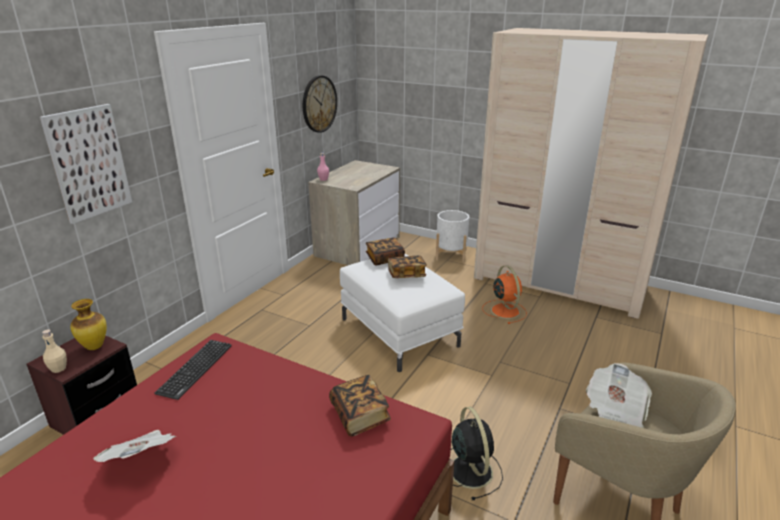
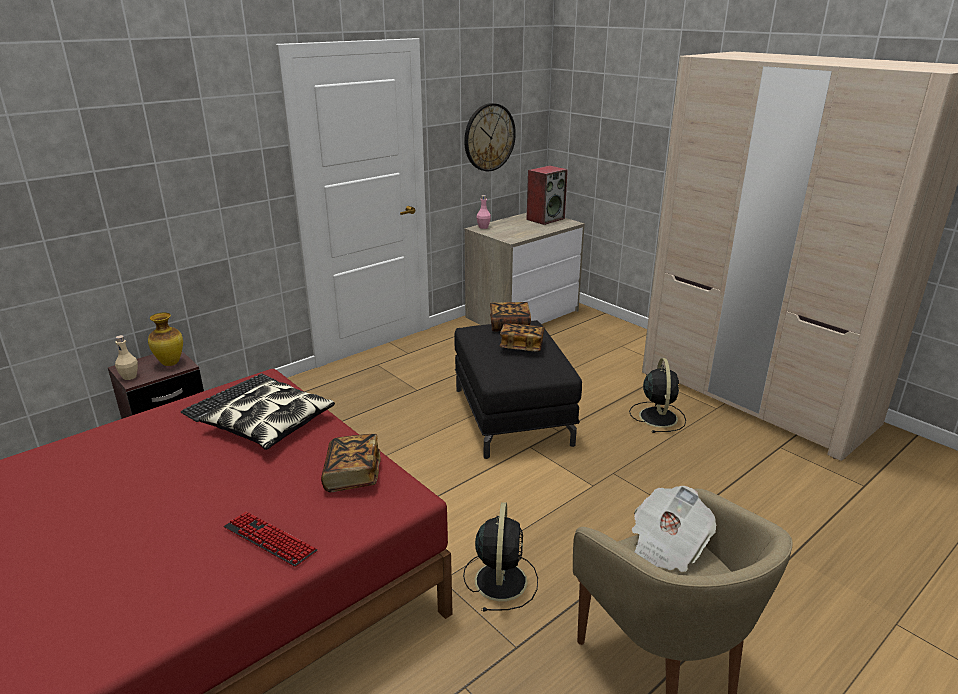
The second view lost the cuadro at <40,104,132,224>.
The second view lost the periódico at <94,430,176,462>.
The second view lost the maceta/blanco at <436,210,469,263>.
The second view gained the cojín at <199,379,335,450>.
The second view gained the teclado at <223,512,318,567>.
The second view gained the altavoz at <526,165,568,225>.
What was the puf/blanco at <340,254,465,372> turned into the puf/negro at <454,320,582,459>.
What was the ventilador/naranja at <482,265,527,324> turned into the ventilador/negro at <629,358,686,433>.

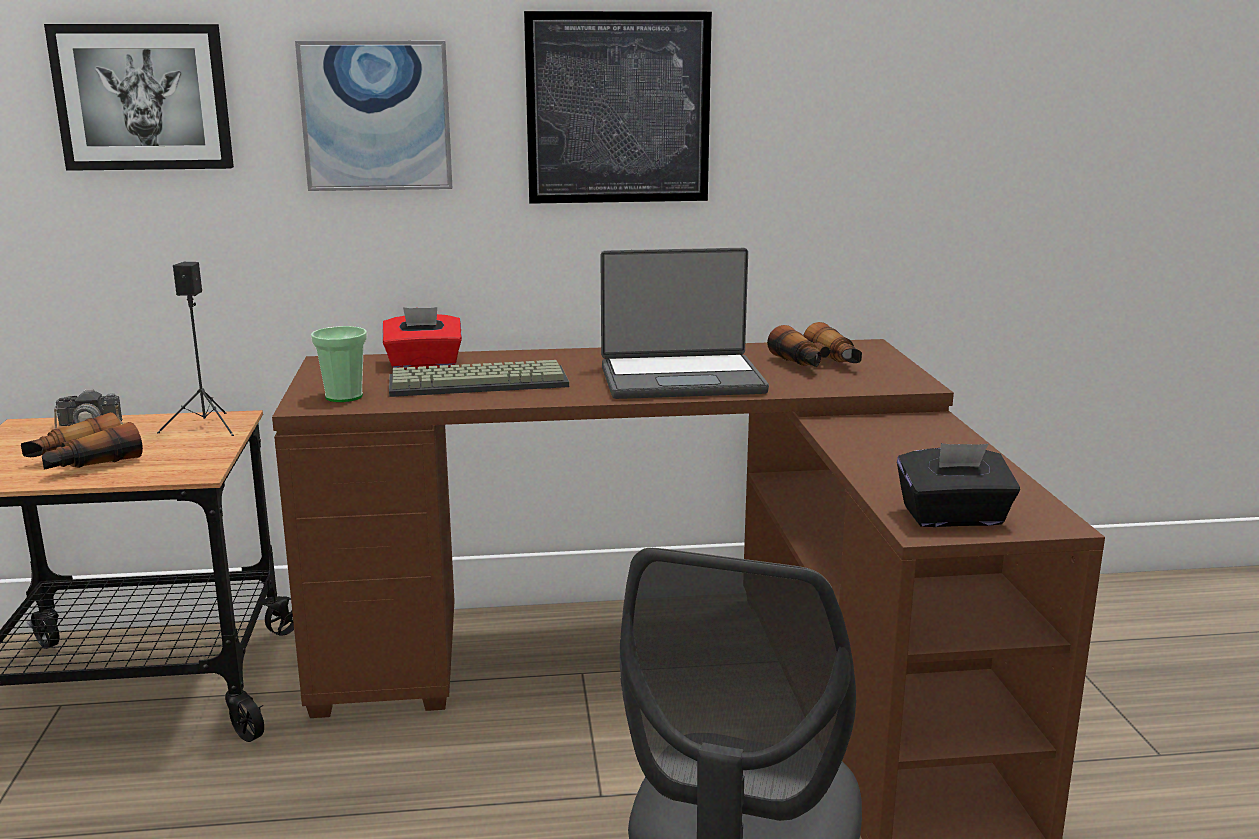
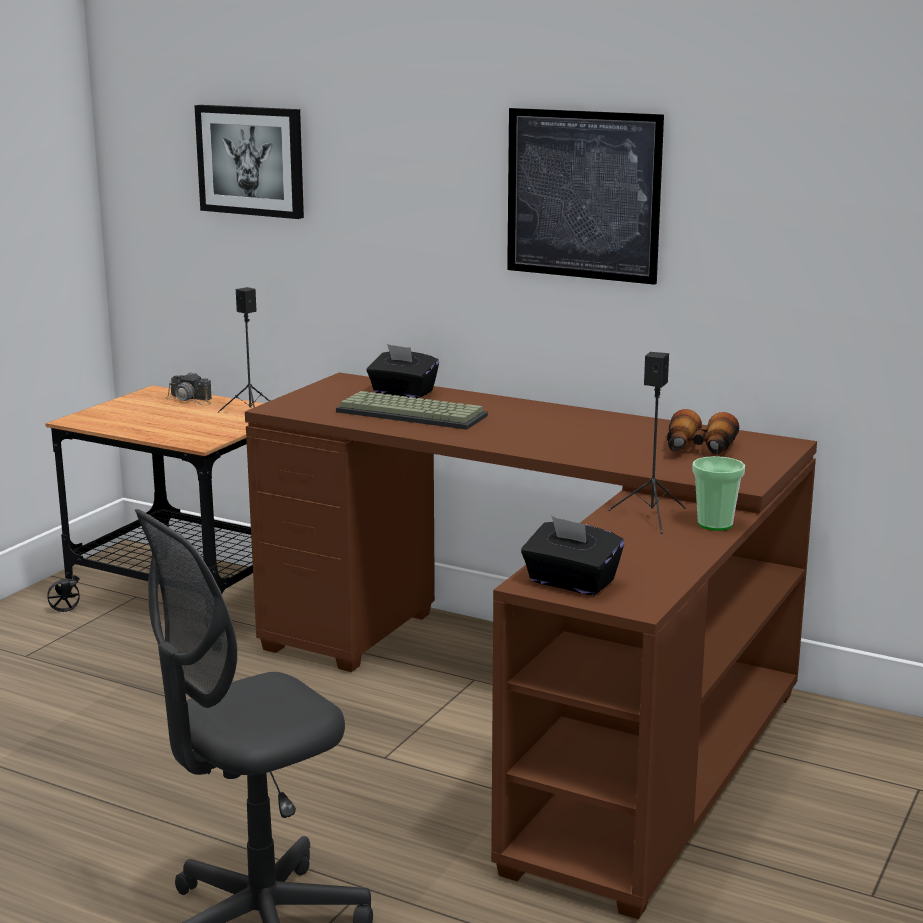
The second view lost the prismáticos at <21,412,143,469>.
The second view lost the cuadro at <295,41,452,191>.
The second view lost the portátil at <600,248,769,399>.
The second view gained the altavoz/negro at <608,352,686,534>.
The taza ended up elsewhere, having gone from <311,326,367,402> to <692,456,745,531>.
What was the caja de pañuelos/rojo at <383,307,462,369> turned into the caja de pañuelos/negro at <367,344,439,398>.

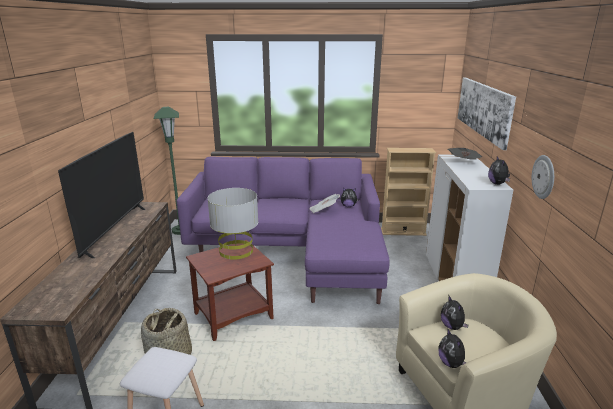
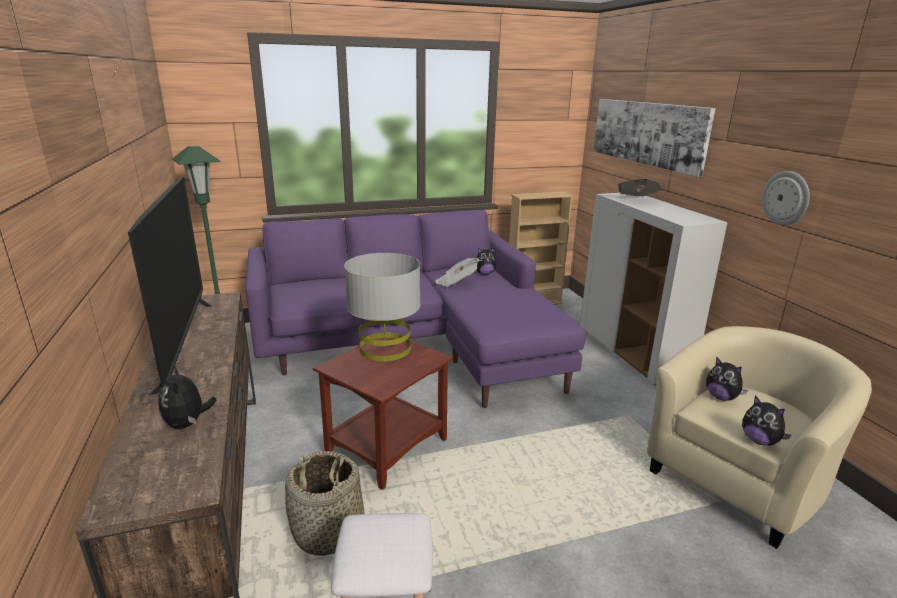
The peluche ended up elsewhere, having gone from <488,156,510,185> to <158,366,216,429>.

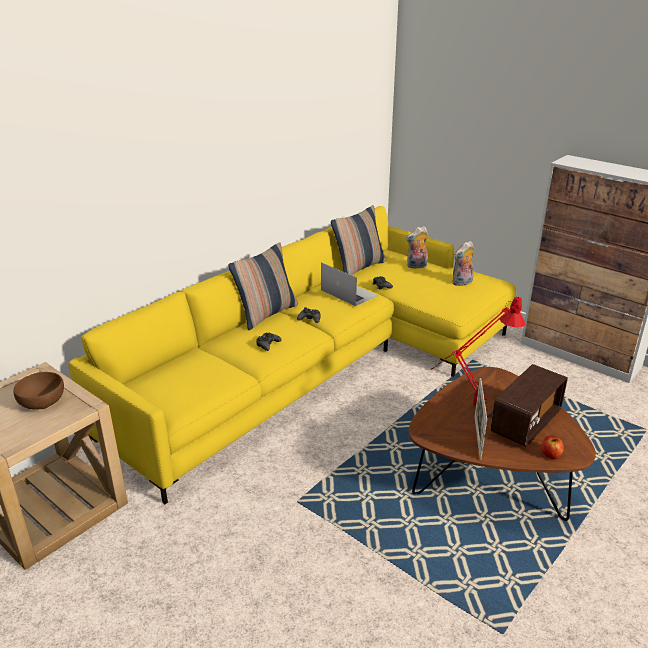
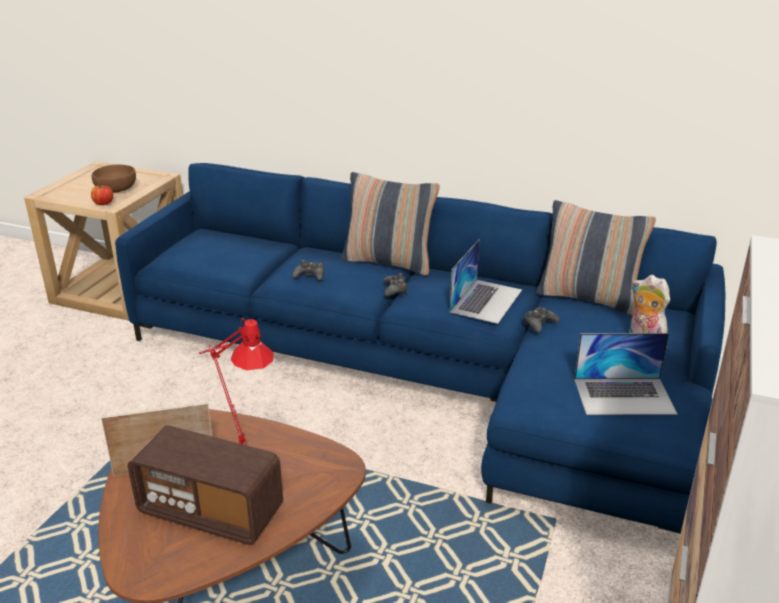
The manzana ended up elsewhere, having gone from <542,435,564,459> to <91,185,113,205>.
Where the peluche stood at <452,241,474,286>, the portátil came to stand at <574,333,677,415>.
What was the sofá/amarillo at <68,206,516,504> turned into the sofá/azul at <115,163,725,534>.

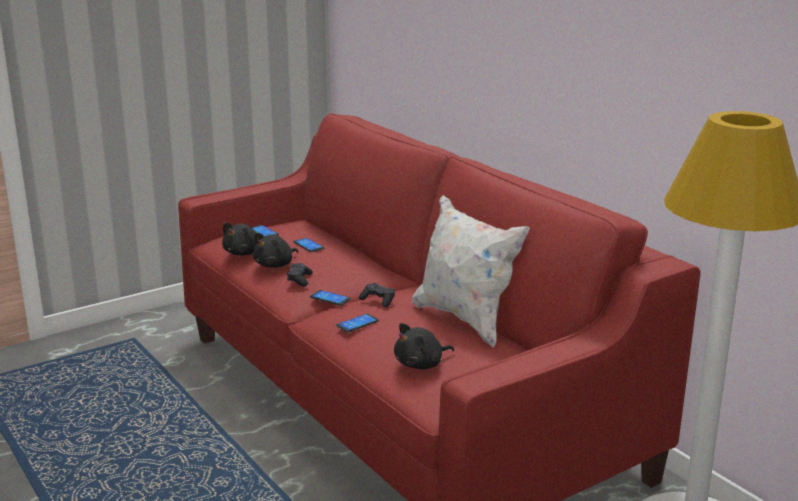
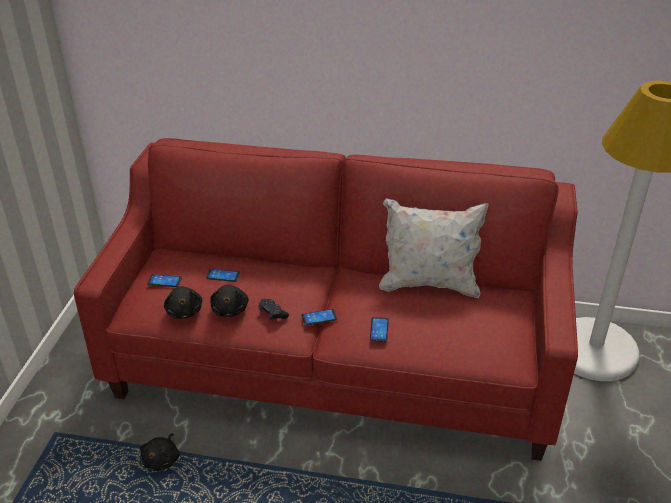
The second view lost the mando de consola/negro at <359,283,395,307>.
The peluche/negro ended up elsewhere, having gone from <394,323,454,369> to <140,433,179,471>.

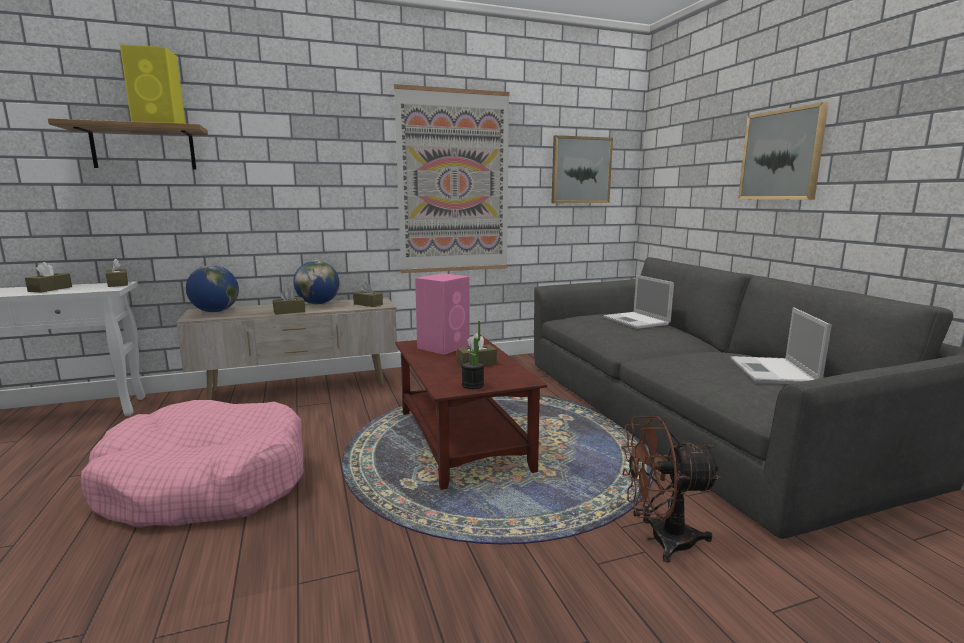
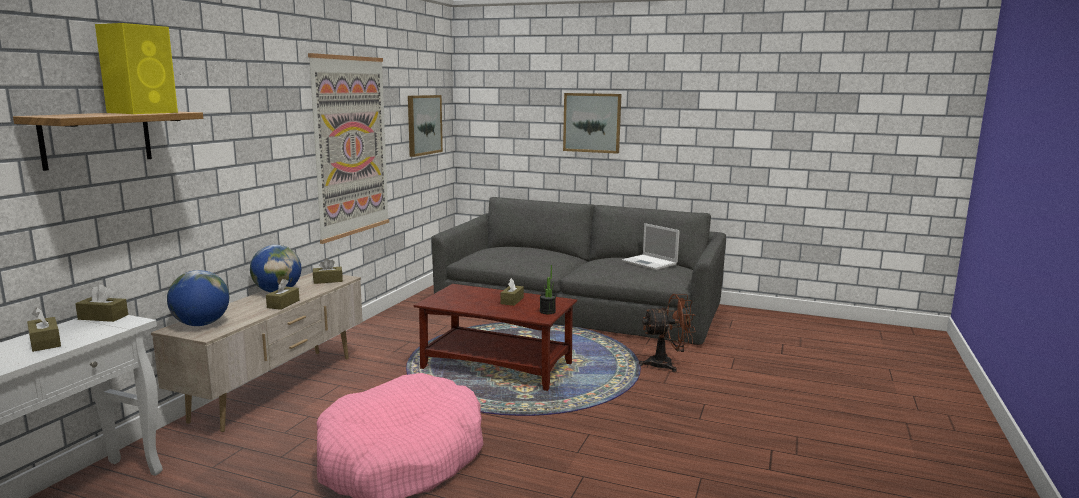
The second view lost the altavoz/rosa at <415,273,470,355>.
The second view lost the portátil at <603,275,674,329>.
The ventilador/marrón at <621,416,722,563> ended up facing another way, 135 degrees counterclockwise from before.

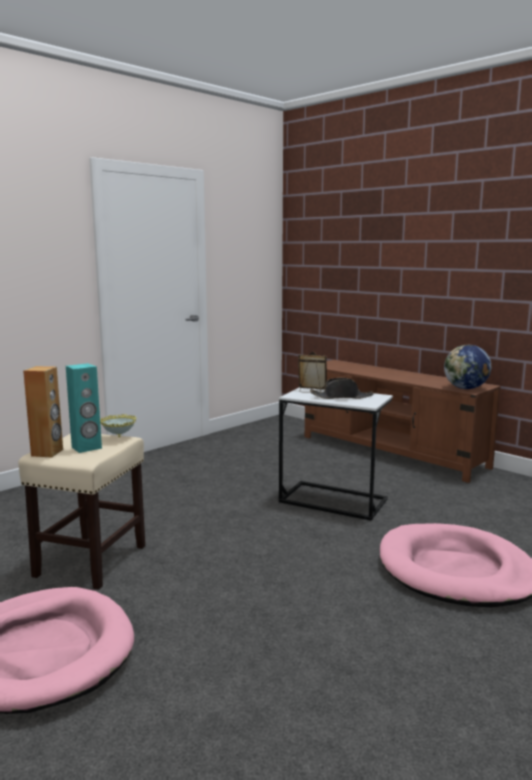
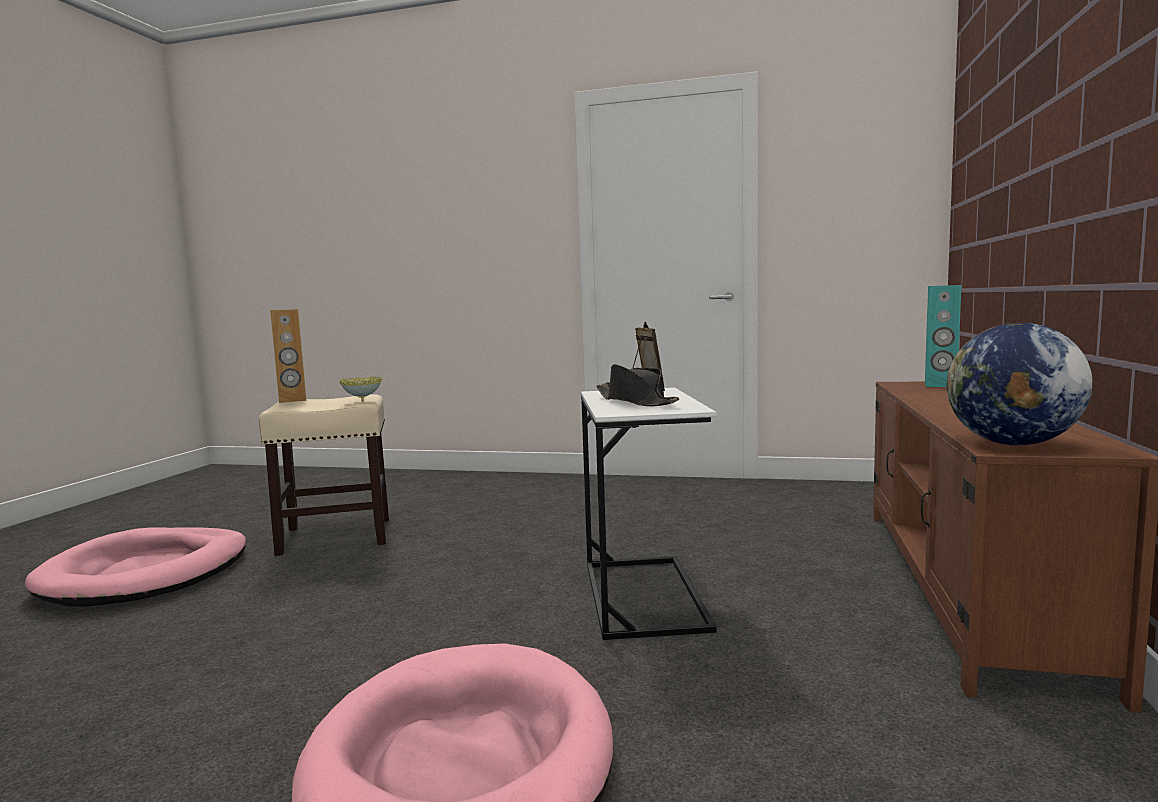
The altavoz/turquesa ended up elsewhere, having gone from <66,363,102,453> to <925,285,961,387>.

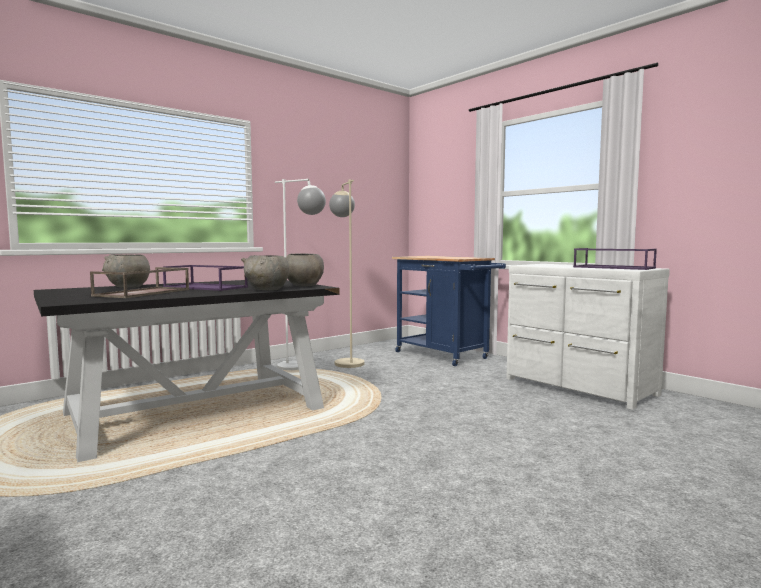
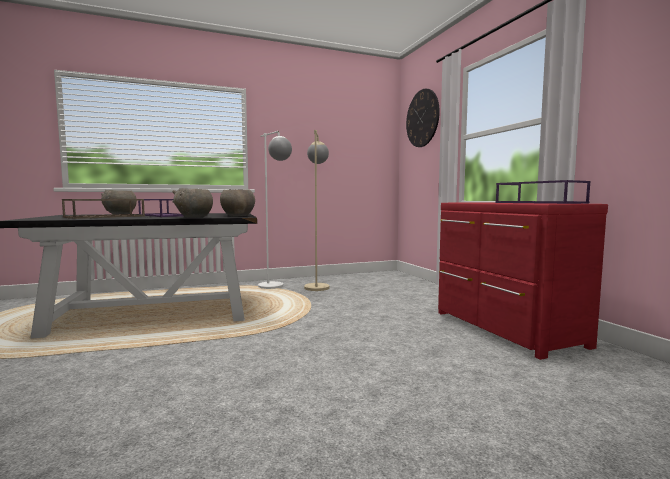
The second view lost the carrito/azul at <392,256,506,366>.
The second view gained the reloj de pared at <406,89,440,147>.
What was the cómoda/blanco at <506,264,670,410> turned into the cómoda/rojo at <438,202,608,360>.

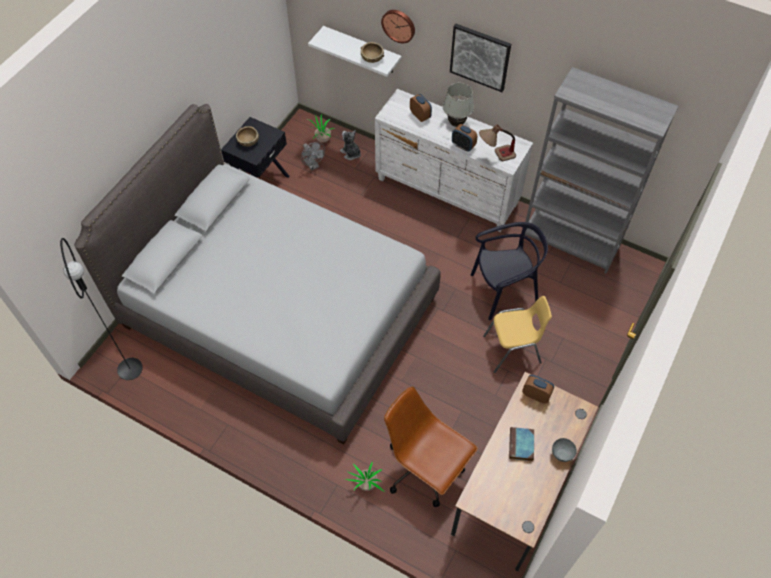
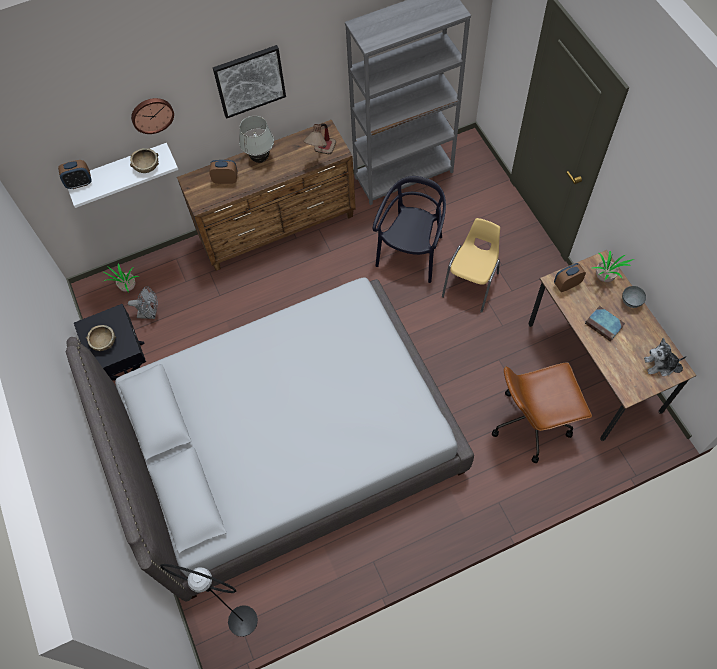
The peluche ended up elsewhere, having gone from <340,130,361,160> to <644,338,687,376>.
The planta en maceta ended up elsewhere, having gone from <345,462,385,492> to <592,251,634,282>.
The despertador ended up elsewhere, having gone from <452,124,477,152> to <58,160,91,189>.
What was the cómoda/blanco at <375,89,533,232> turned into the cómoda/marrón at <177,120,356,271>.

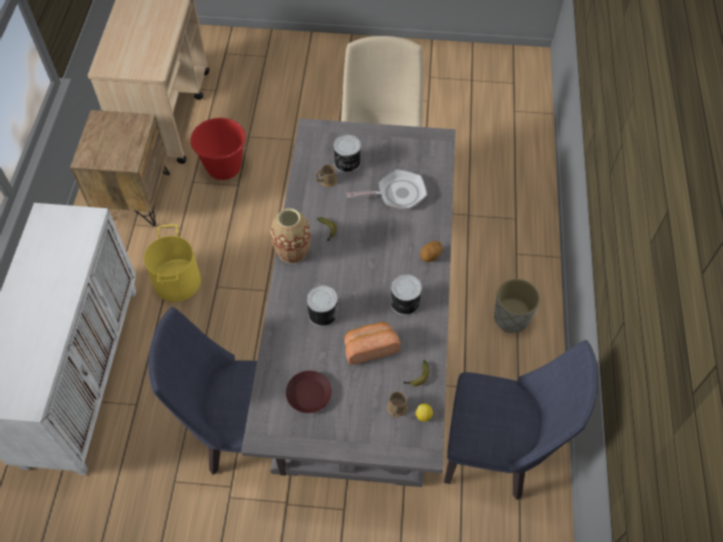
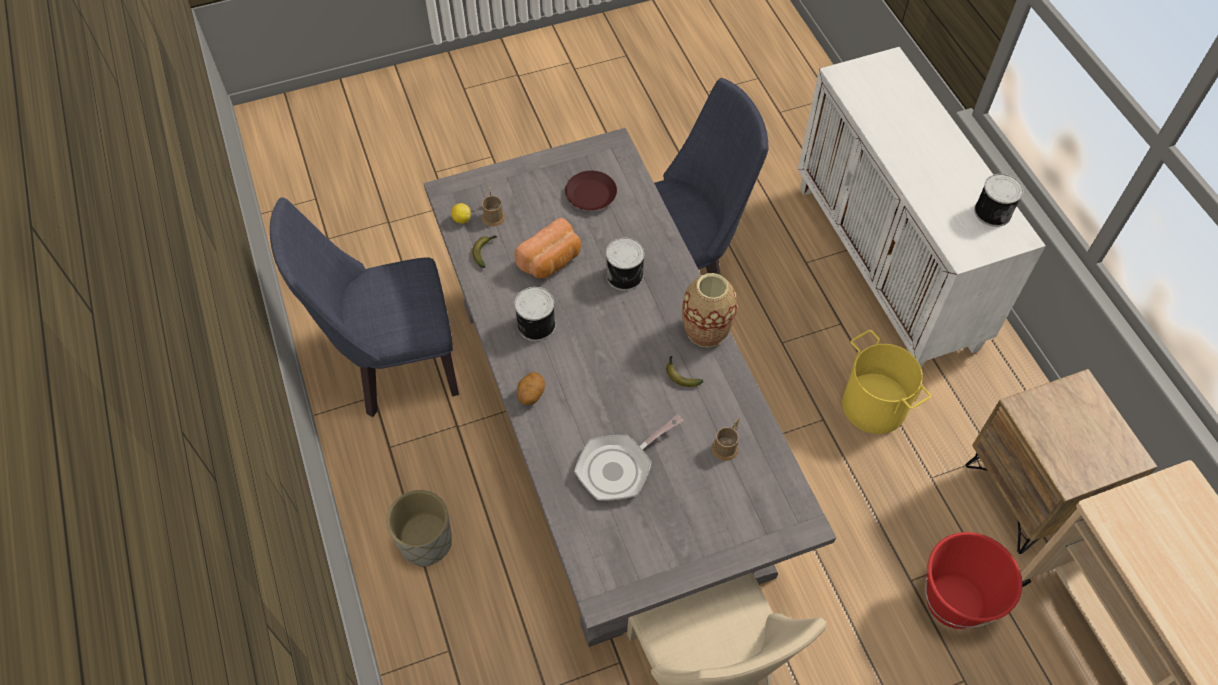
The lata ended up elsewhere, having gone from <334,135,361,173> to <974,174,1023,227>.

